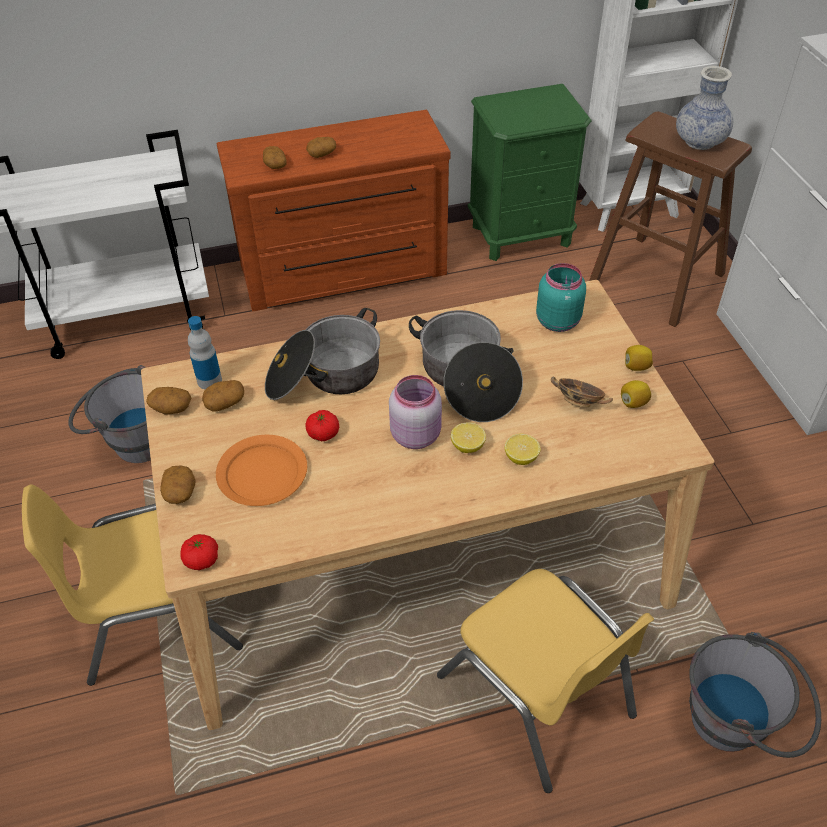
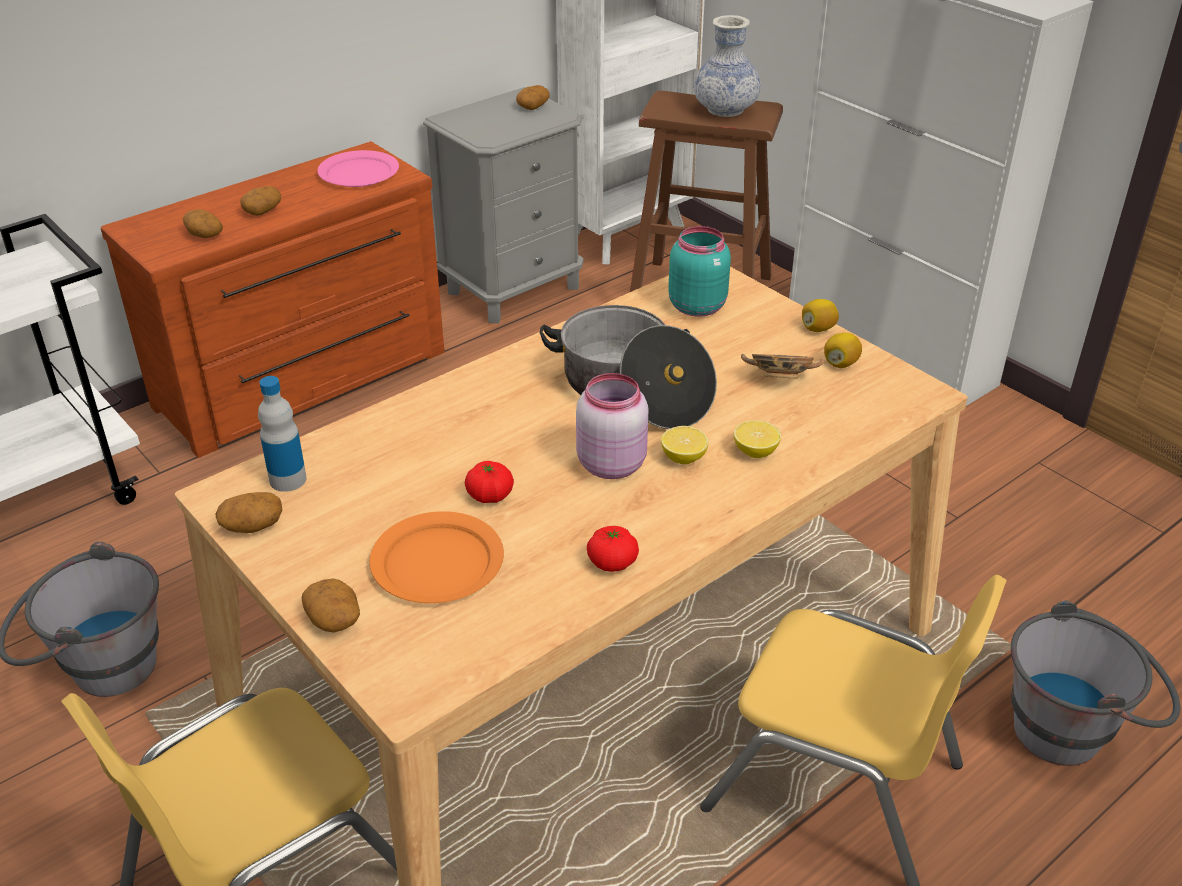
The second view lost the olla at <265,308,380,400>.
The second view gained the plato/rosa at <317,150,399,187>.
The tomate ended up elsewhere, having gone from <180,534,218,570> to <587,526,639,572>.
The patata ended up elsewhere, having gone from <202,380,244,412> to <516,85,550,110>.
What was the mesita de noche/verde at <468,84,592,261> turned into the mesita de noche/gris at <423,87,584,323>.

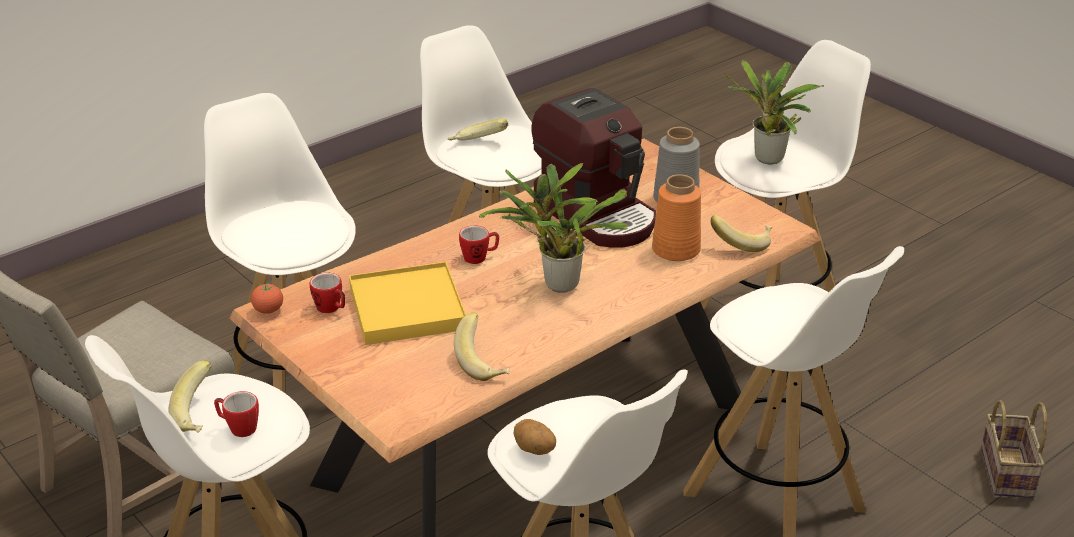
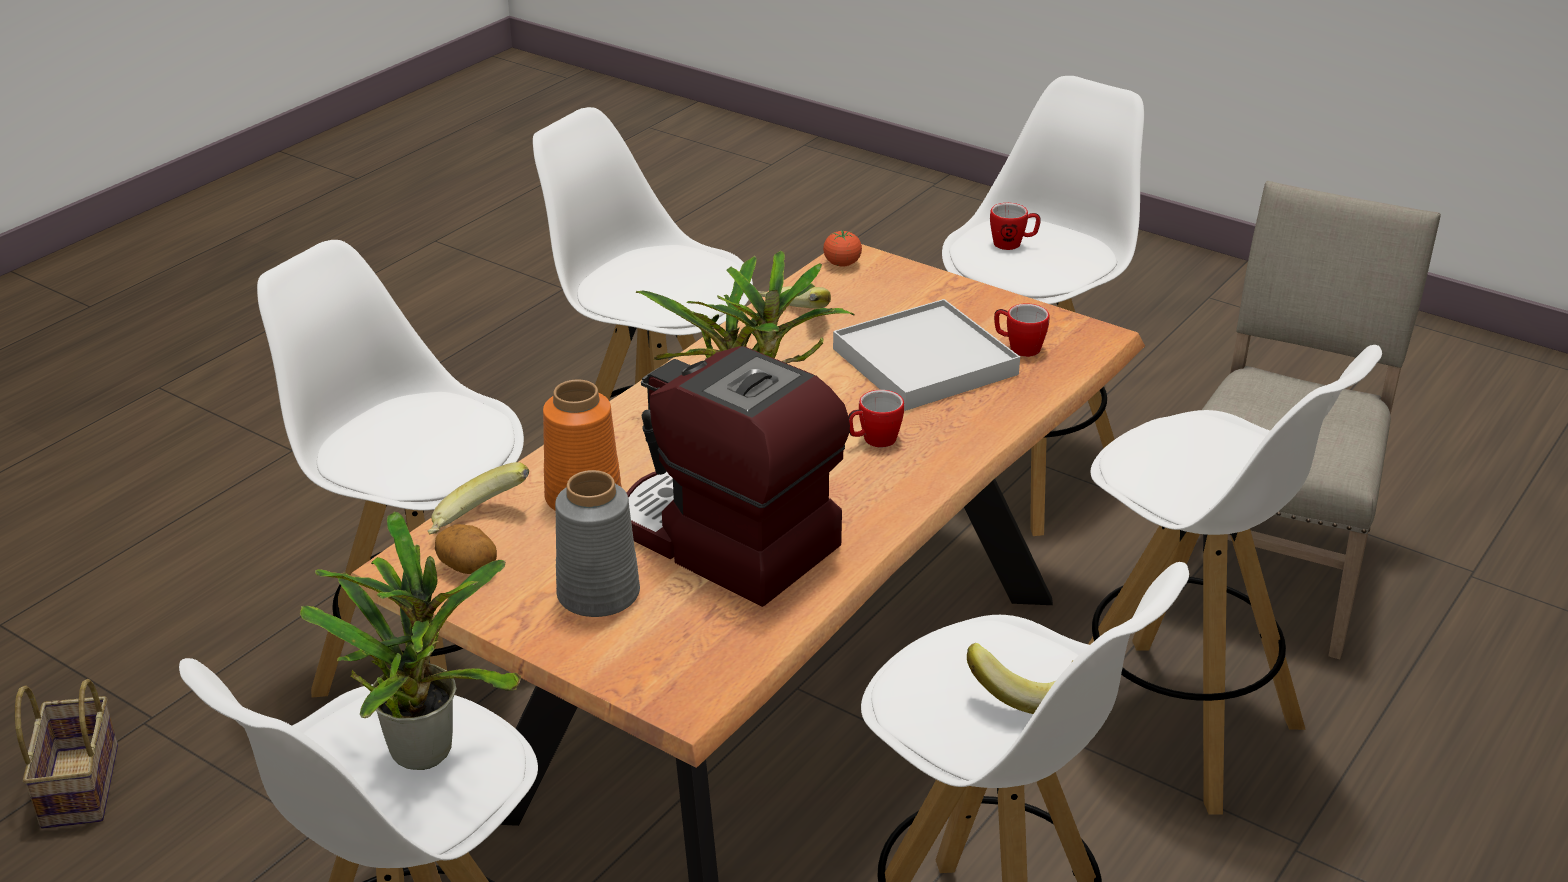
The second view lost the plátano at <168,360,212,433>.
The tomate ended up elsewhere, having gone from <251,283,283,314> to <823,230,862,267>.
The patata ended up elsewhere, having gone from <514,419,556,455> to <435,524,497,574>.
What was the bandeja/amarillo at <349,262,466,345> turned into the bandeja/blanco at <833,299,1020,411>.

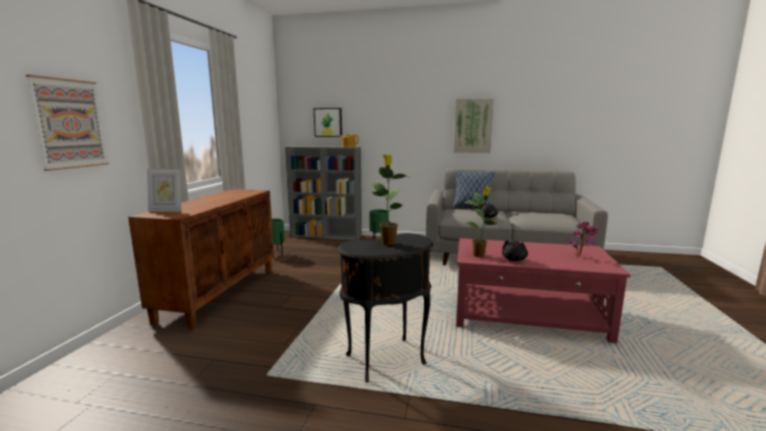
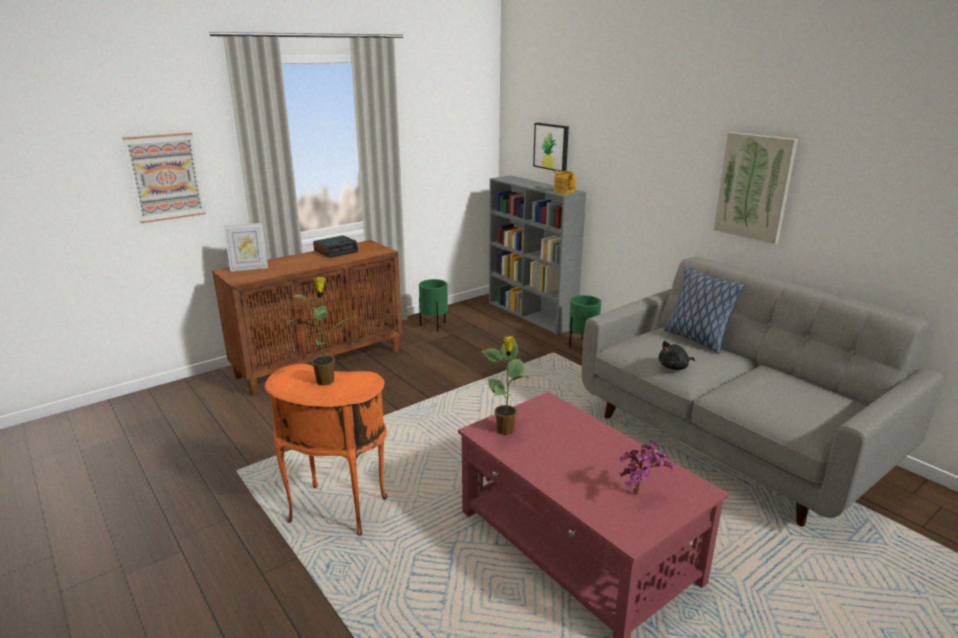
The second view lost the peluche/negro at <502,240,528,261>.
The second view gained the despertador at <313,235,358,258>.
What was the mesa auxiliar/negro at <337,233,433,382> turned into the mesa auxiliar/naranja at <265,364,388,536>.
The portarretratos at <147,169,181,212> ended up facing another way, 60 degrees counterclockwise from before.

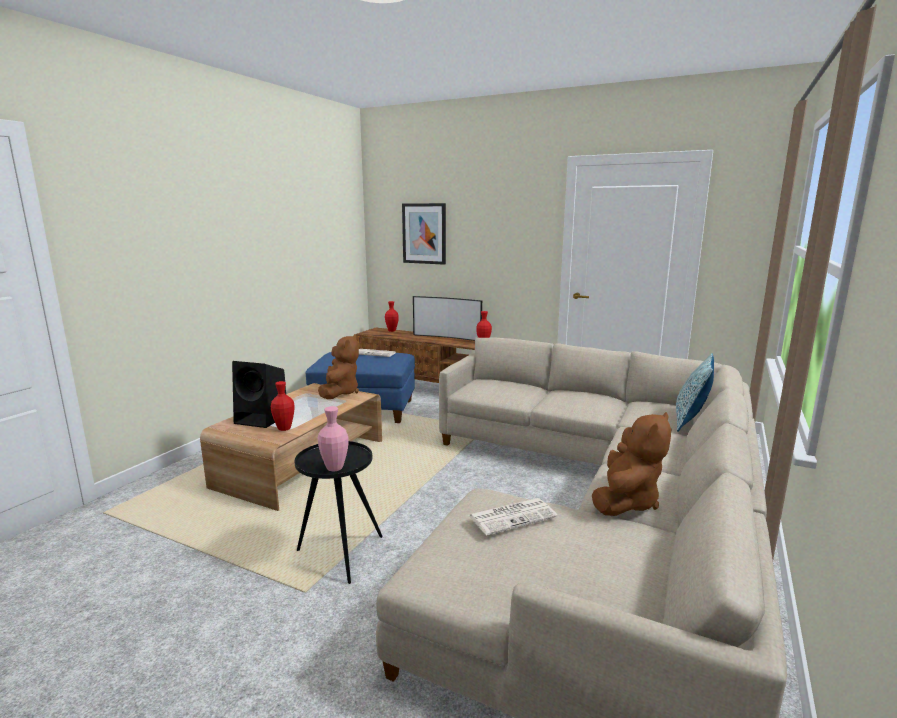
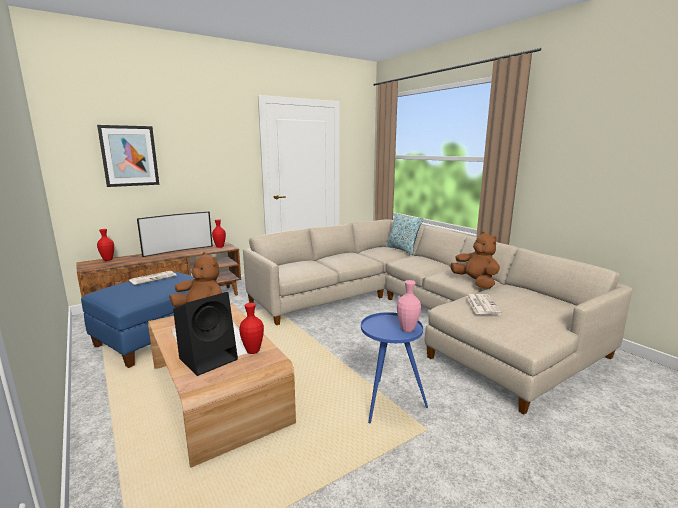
What was the mesa auxiliar/negro at <295,441,383,584> turned into the mesa auxiliar/azul at <361,312,428,423>.

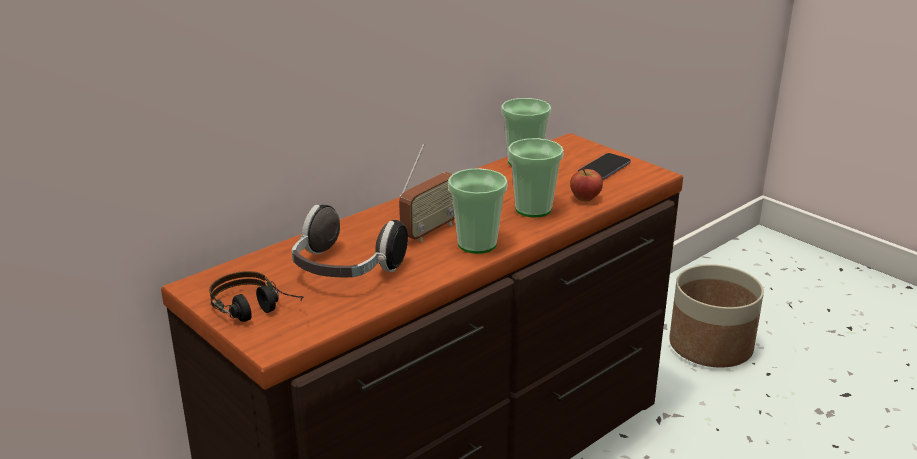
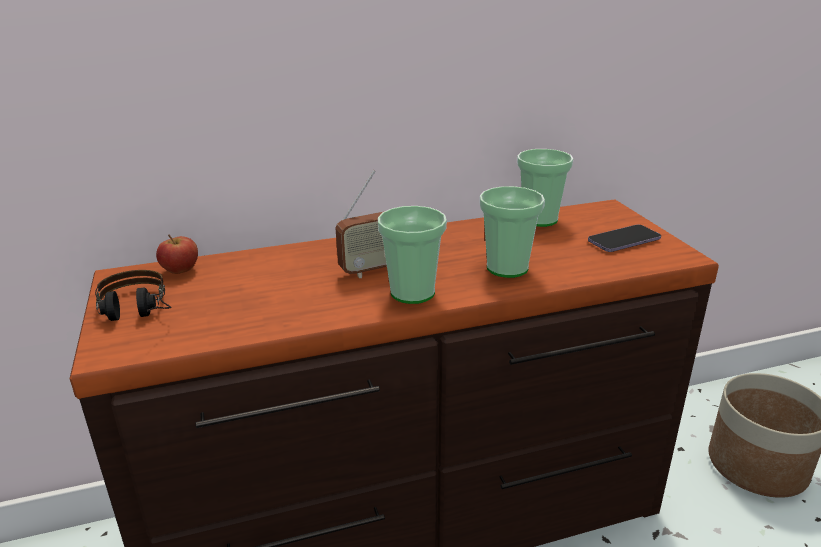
The second view lost the auriculares at <292,205,408,278>.
The manzana ended up elsewhere, having gone from <570,168,603,201> to <156,235,198,274>.

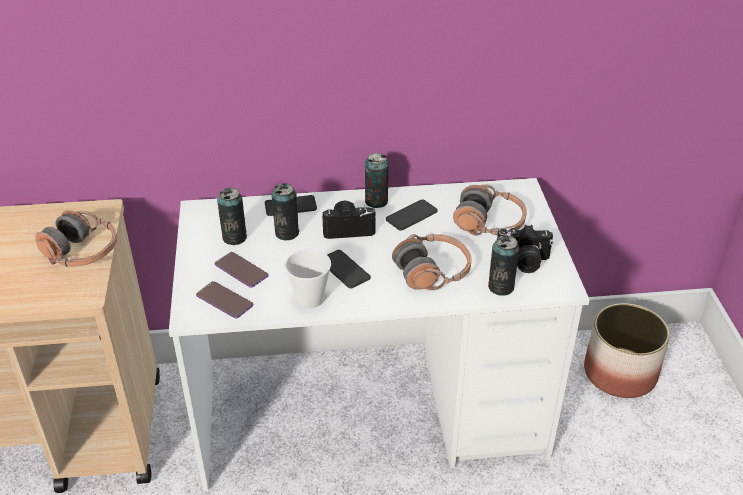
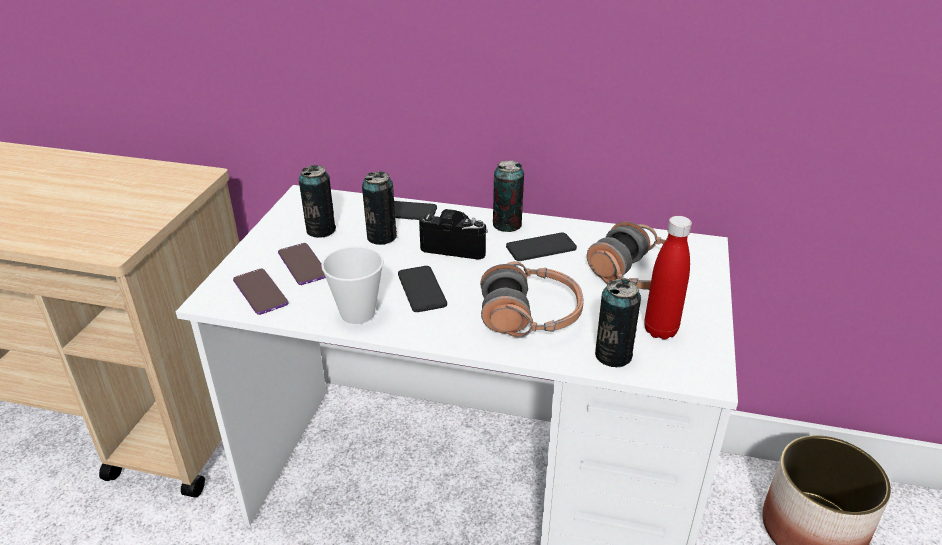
The second view lost the auriculares at <35,210,117,267>.
Where the cámara stood at <497,225,553,273>, the botella/rojo came to stand at <644,216,692,340>.

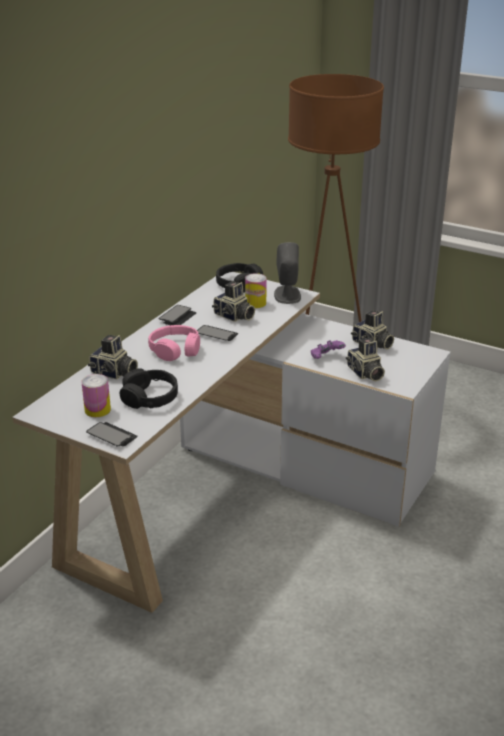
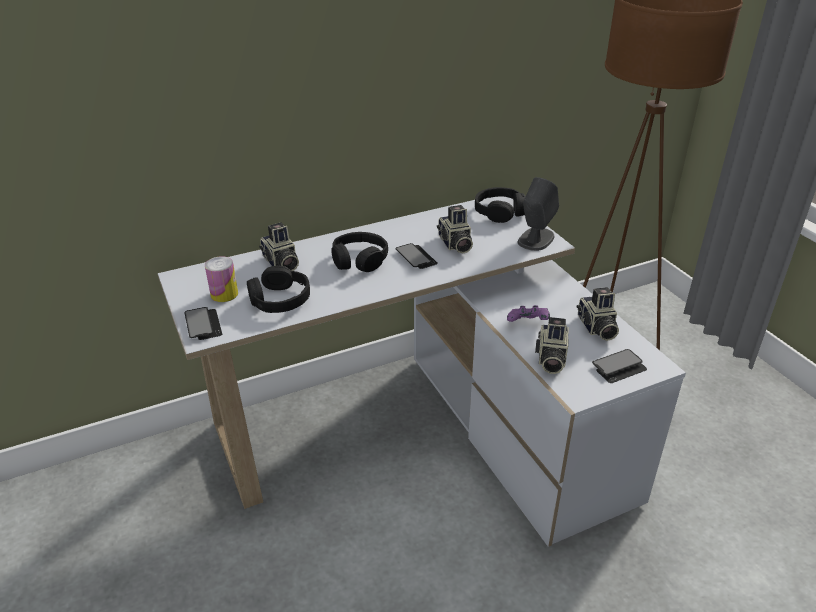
The second view lost the lata at <245,273,267,308>.
The móvil ended up elsewhere, having gone from <158,305,196,325> to <592,349,647,383>.
What was the auriculares/rosa at <148,325,200,361> turned into the auriculares/negro at <331,232,388,272>.

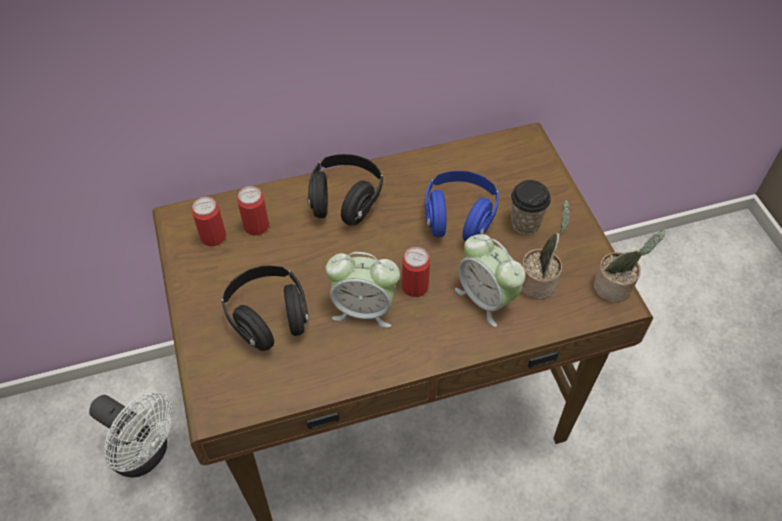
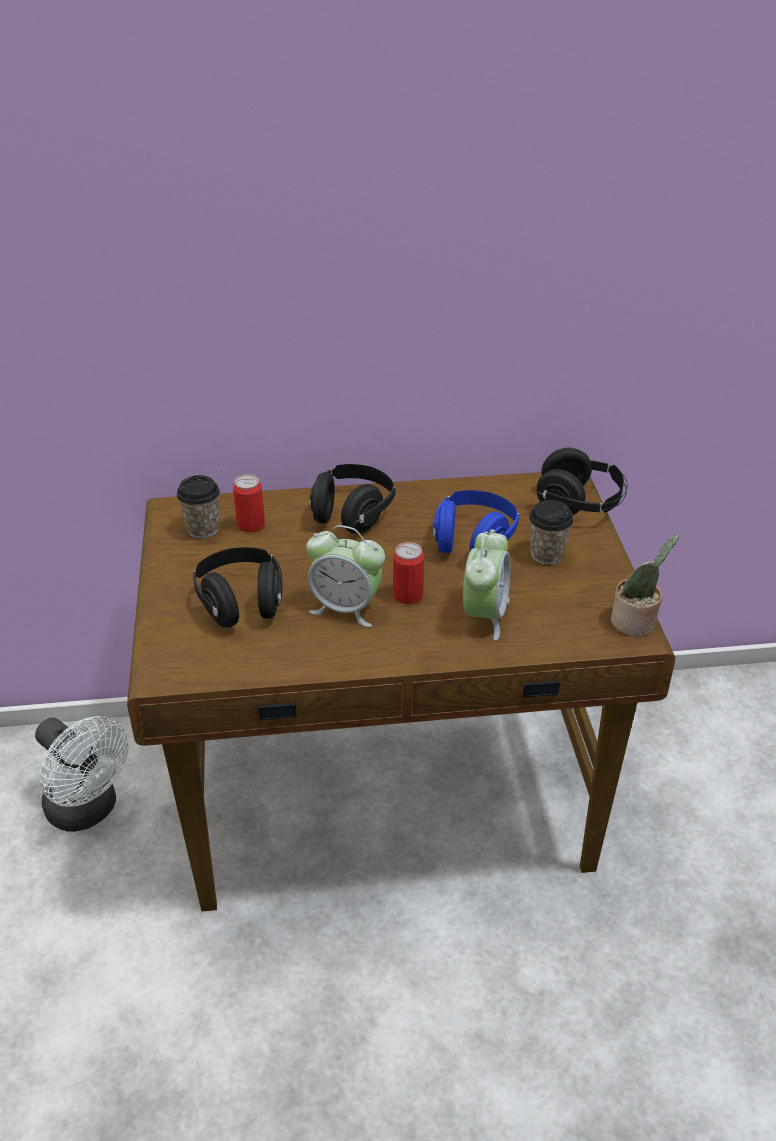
The second view lost the planta en maceta at <521,200,570,300>.
The second view gained the auriculares/negro at <537,448,628,515>.
Where the lata stood at <192,197,226,246>, the taza came to stand at <177,475,220,538>.
The despertador at <455,234,526,327> ended up facing another way, 135 degrees counterclockwise from before.

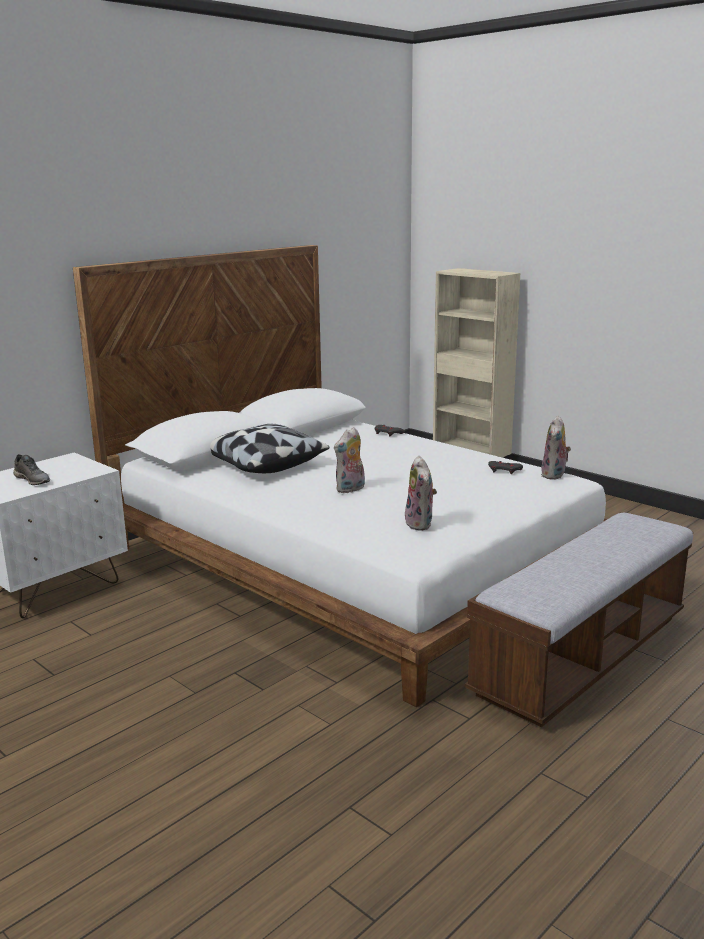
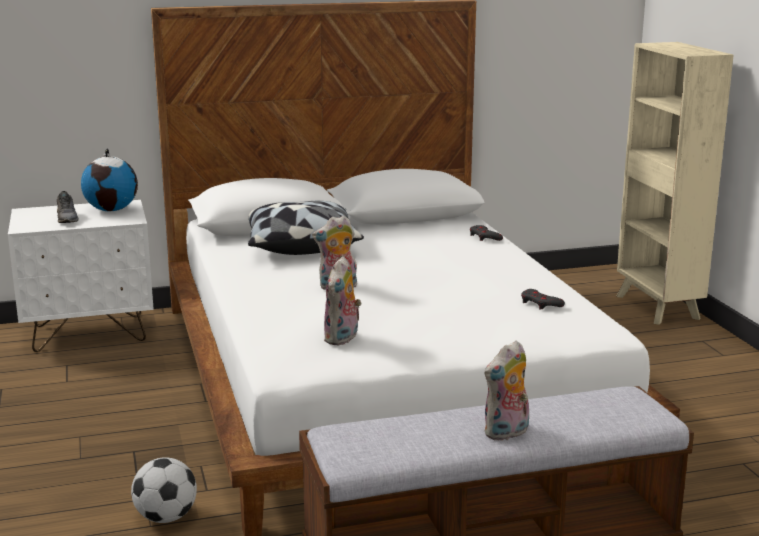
The second view gained the globo terráqueo at <81,149,138,212>.
The second view gained the balón de fútbol at <131,457,197,523>.
The peluche ended up elsewhere, having gone from <541,416,571,480> to <484,340,529,441>.

